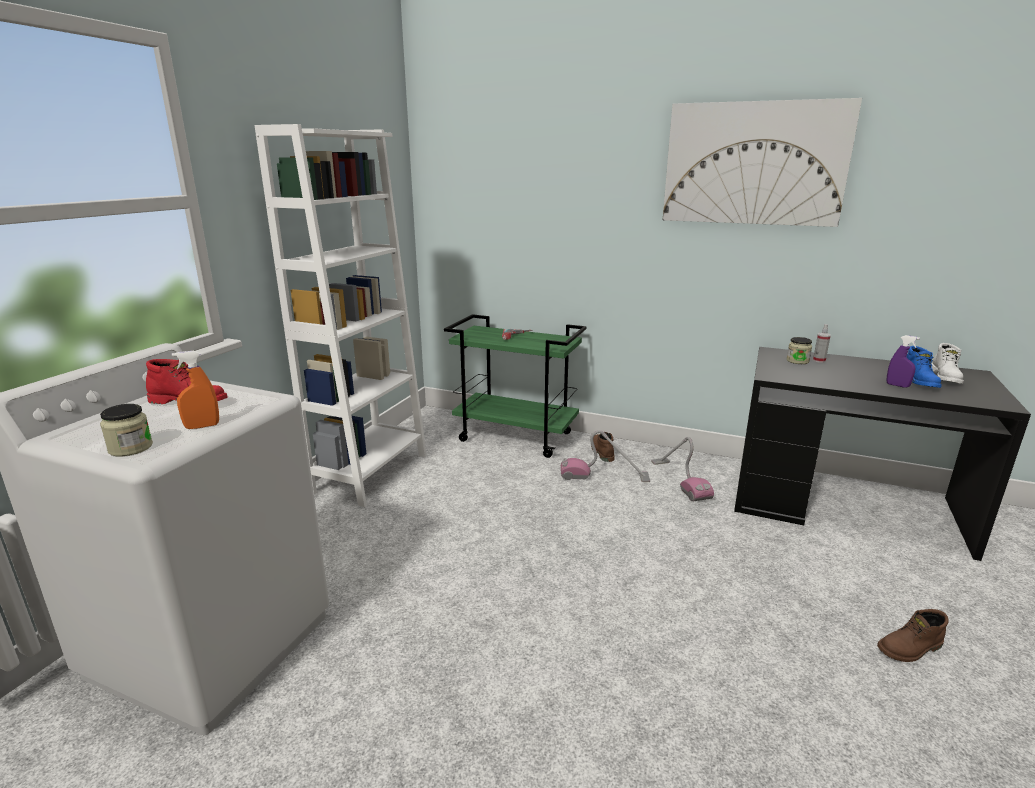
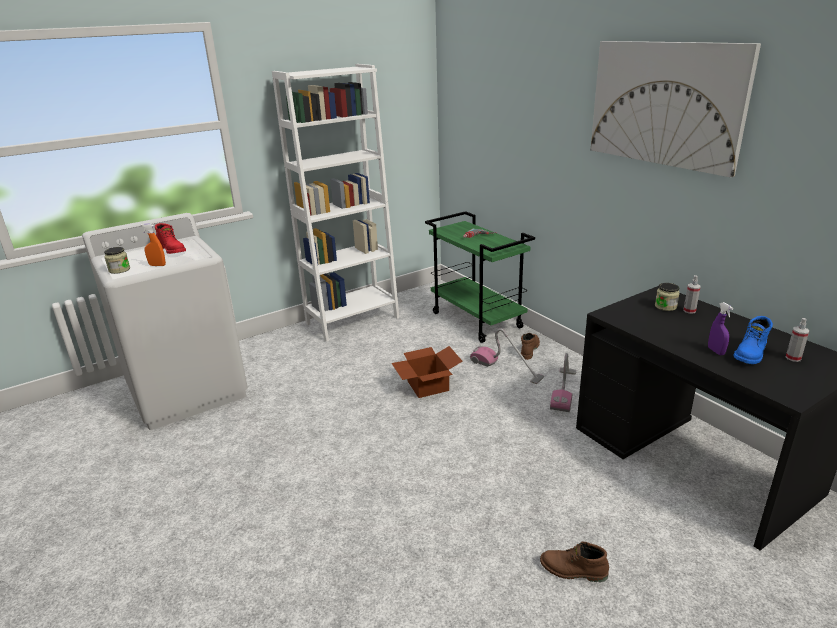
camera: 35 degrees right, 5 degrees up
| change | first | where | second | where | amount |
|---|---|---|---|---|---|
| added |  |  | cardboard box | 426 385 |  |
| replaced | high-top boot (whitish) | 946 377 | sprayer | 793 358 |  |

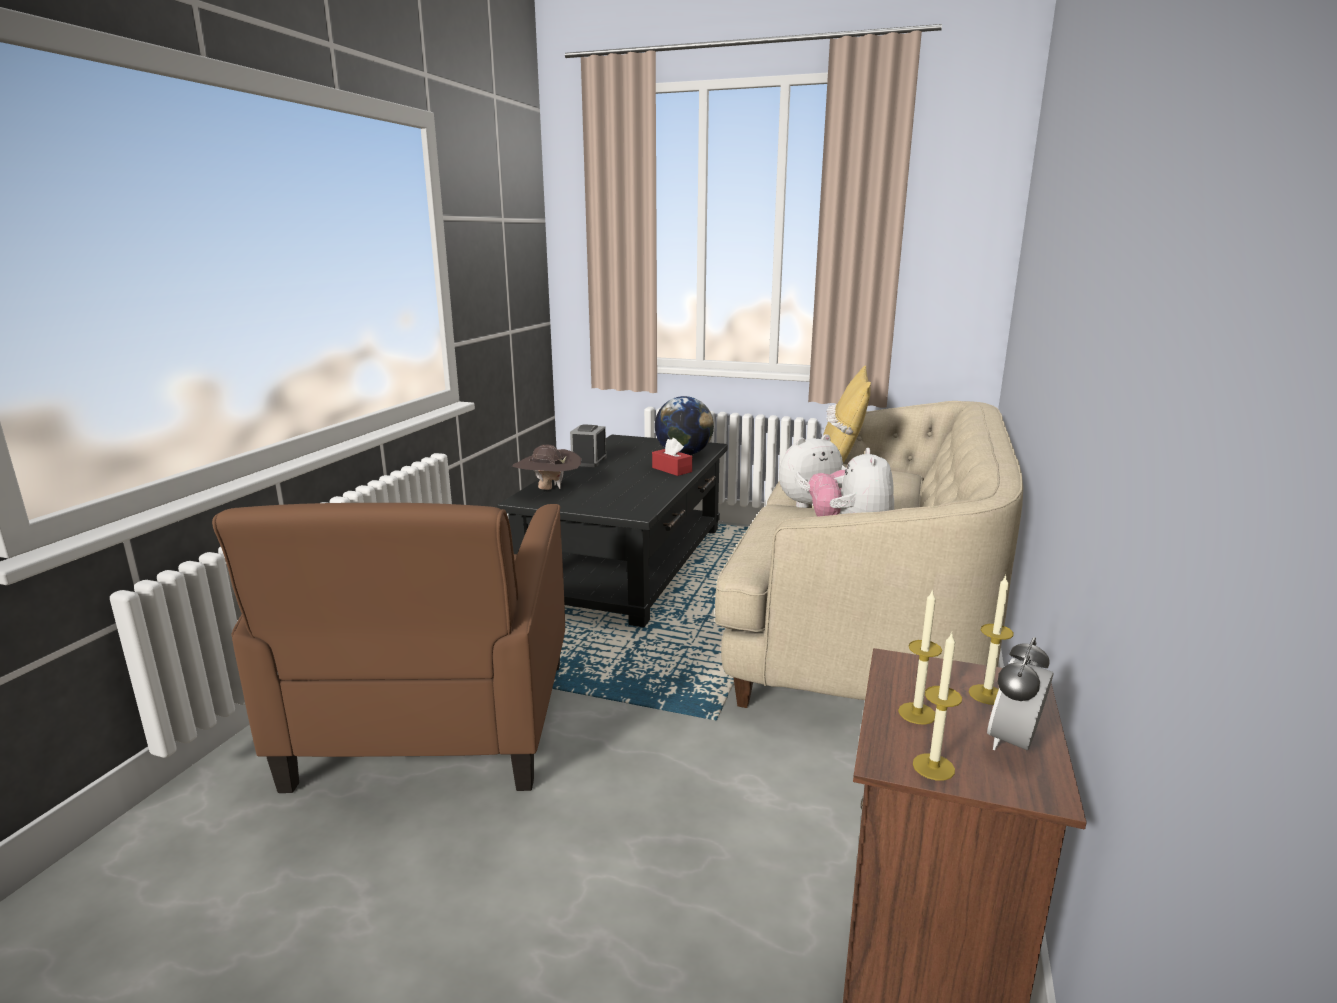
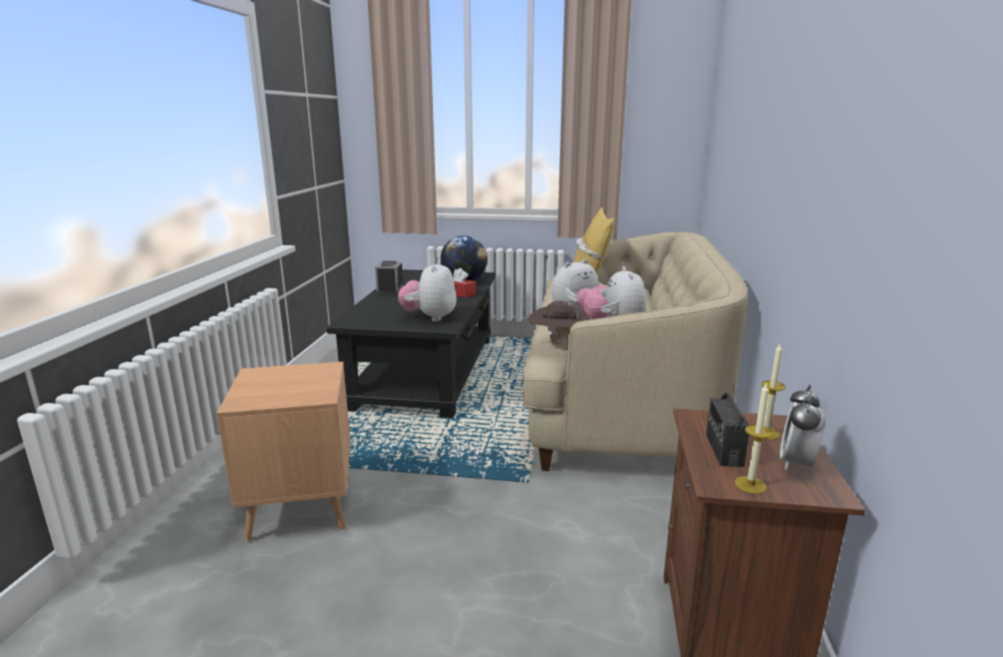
camera: 10 degrees left, 0 degrees up
| change | first | where | second | where | amount |
|---|---|---|---|---|---|
| replaced | lounge chair (brownish) | 435 724 | side table (brownish) | 301 508 |  |
| added |  |  | soft toy | 430 317 |  |
| moved | wearable hat (brownish) | 548 489 |  | 558 344 |  |
| replaced | wax light | 917 713 | radio set | 723 450 |  |

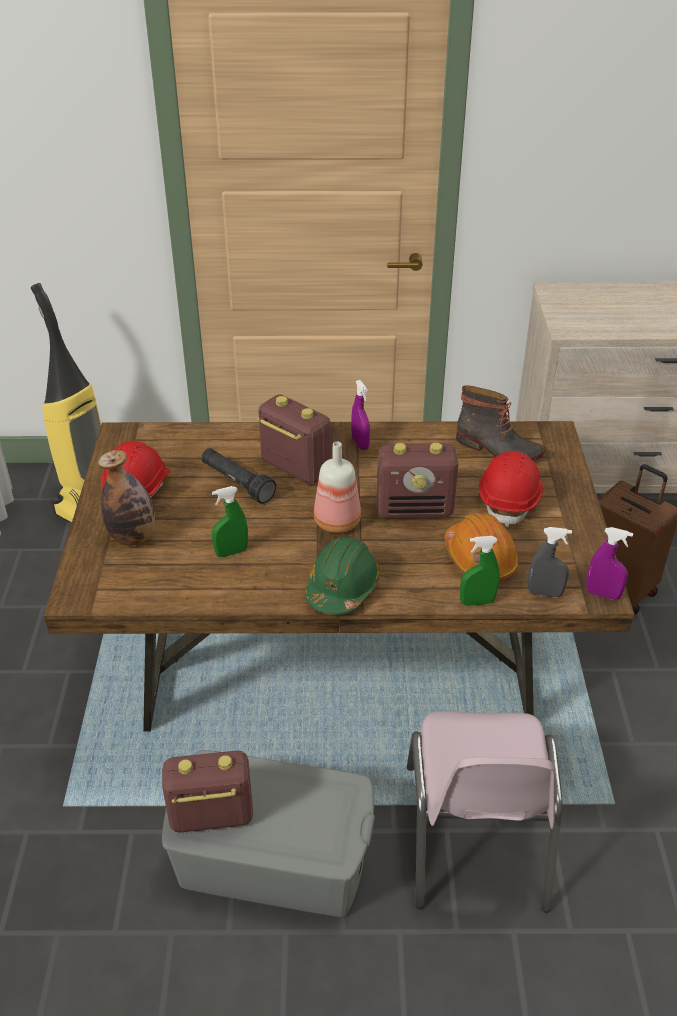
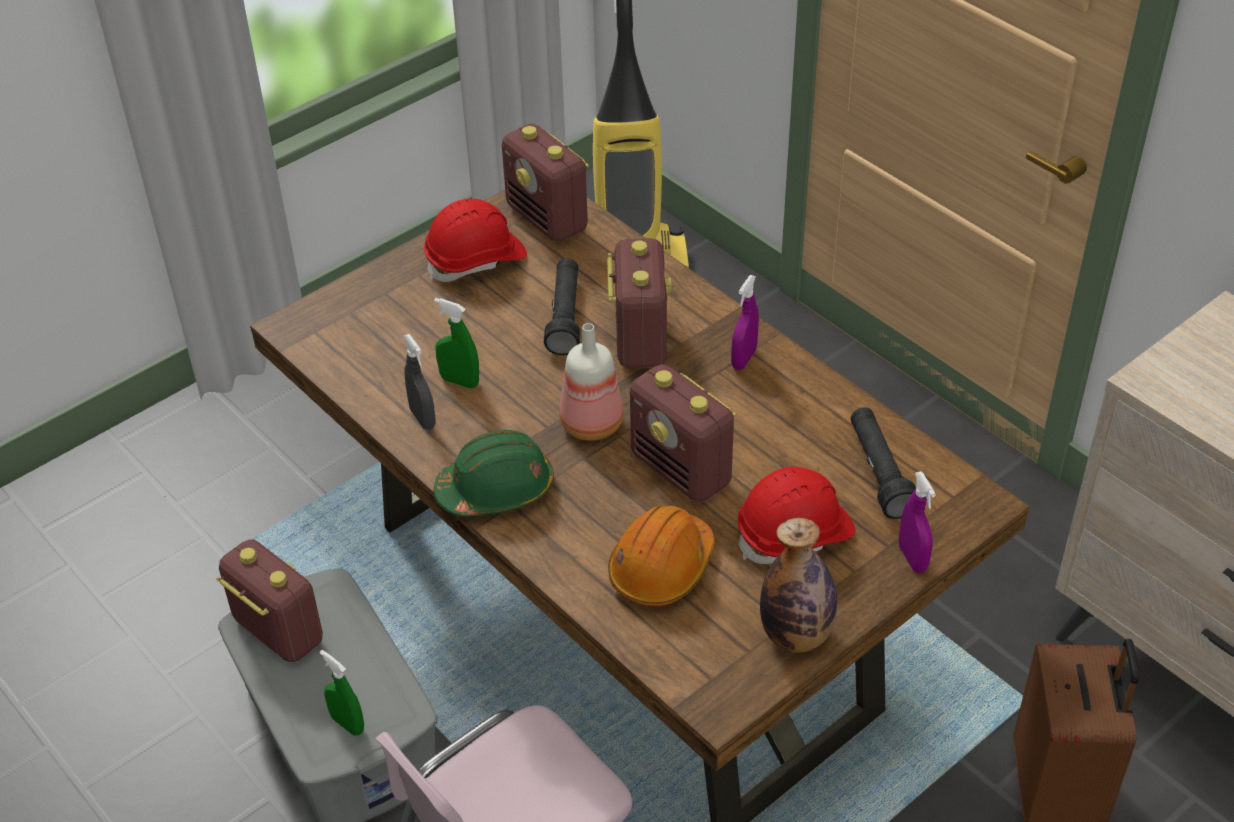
camera: 50 degrees right, 5 degrees up
| change | first | where | second | where | amount |
|---|---|---|---|---|---|
| moved | sprayer (greenish) | 477 602 |  | 347 724 |  |
| moved | sprayer (greyish) | 545 593 |  | 422 418 |  |
| added |  |  | radio set | 548 219 |  |
| moved | drink bottle | 133 537 |  | 796 635 |  |
| replaced | high-top boot | 498 449 | flashlight (black) | 879 472 |  |
| moved | sprayer (purplish) | 603 594 |  | 912 558 |  |

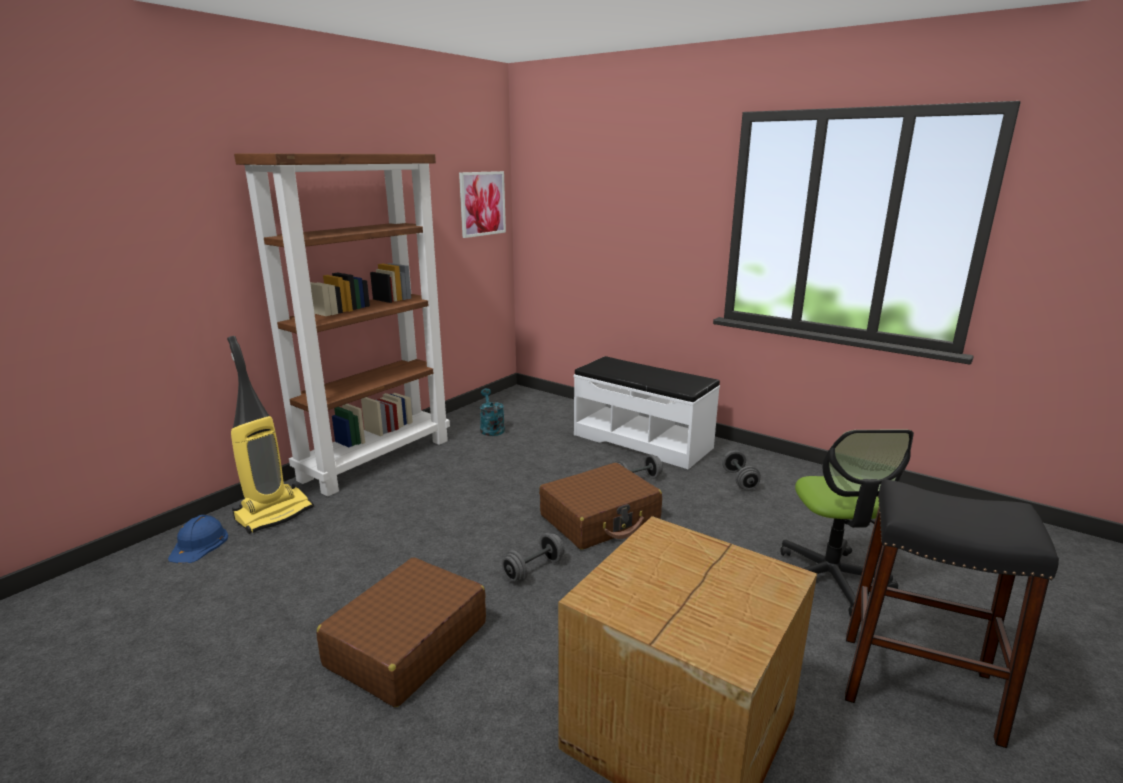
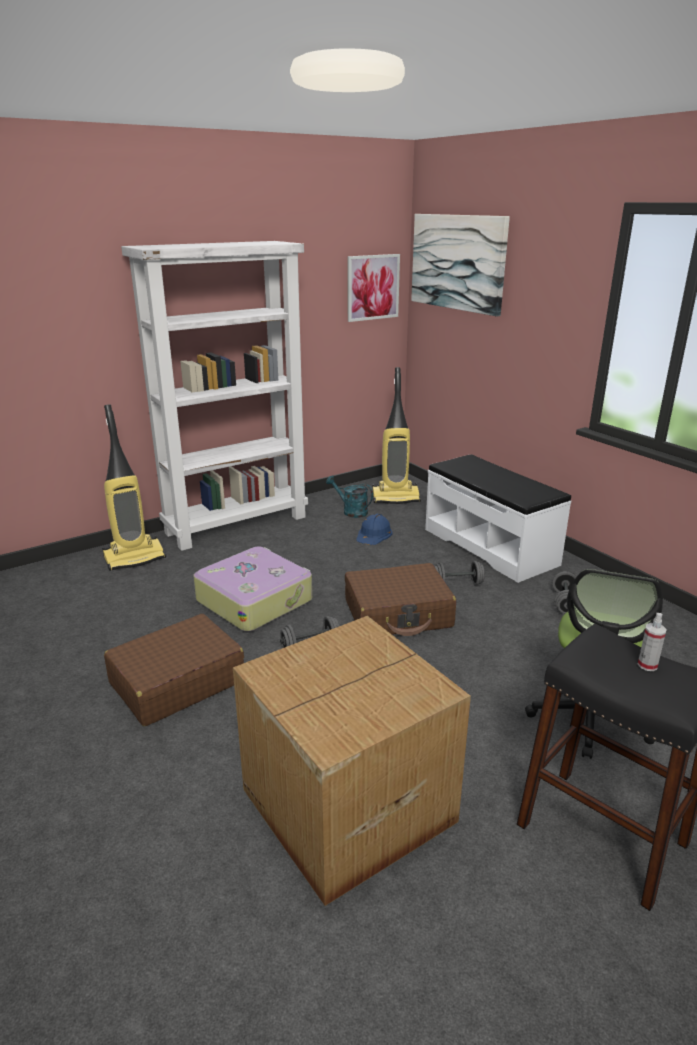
camera: 20 degrees right, 5 degrees up
| change | first | where | second | where | amount |
|---|---|---|---|---|---|
| recoloured | shelving unit (brownish) | 377 459 | shelving unit (whitish) | 237 524 |  |
| added |  |  | piece of luggage | 255 600 |  |
| turned | sprinkling can (turquoise) | 491 428 |  | 351 511 | 60 degrees counterclockwise |
| moved | hard hat (blue-coloured) | 199 544 |  | 374 534 |  |
| added |  |  | vacuum | 396 497 |  |
| added |  |  | wall picture | 457 262 |  |
| added |  |  | sprayer | 647 665 |  |

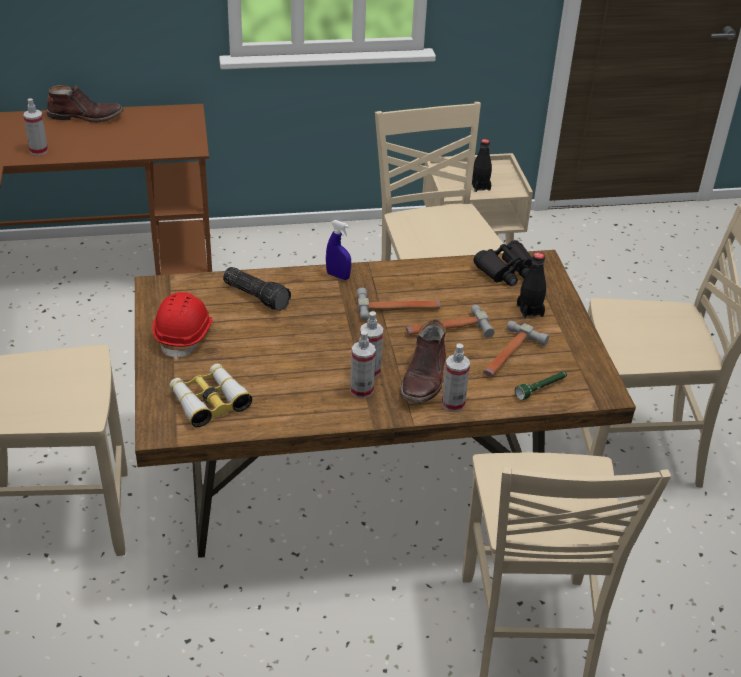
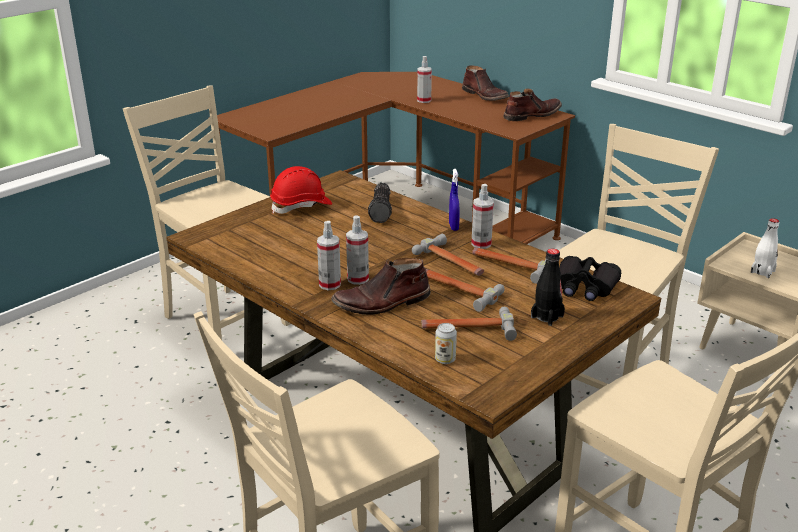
camera: 55 degrees right, 10 degrees down
| change | first | where | second | where | amount |
|---|---|---|---|---|---|
| replaced | flashlight (greenish) | 541 389 | sealed can | 445 359 |  |
| moved | sprayer | 453 404 |  | 481 244 |  |
| added |  |  | hand hammer | 510 265 |  |
| added |  |  | high-top boot (brownish) | 531 115 |  |
| recoloured | drink bottle (black) | 480 186 | drink bottle (whitish) | 762 271 |  |
| removed | pair of binoculars | 209 401 |  |  |  |

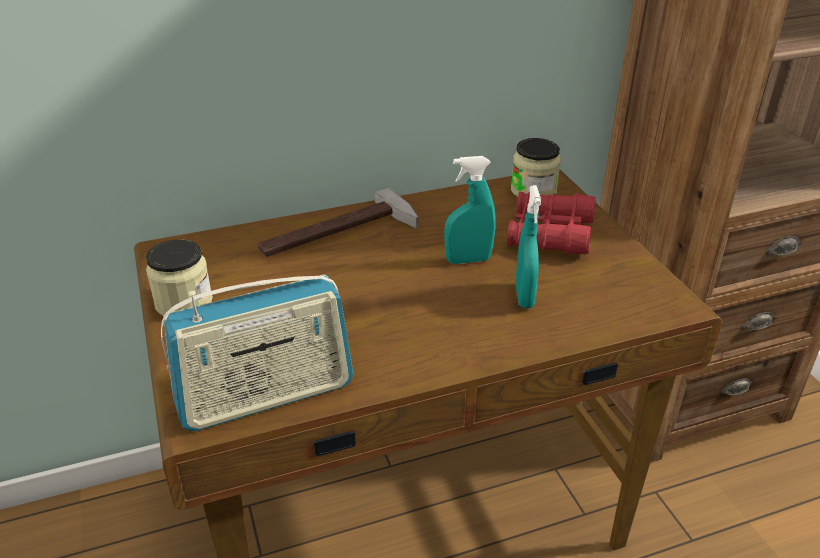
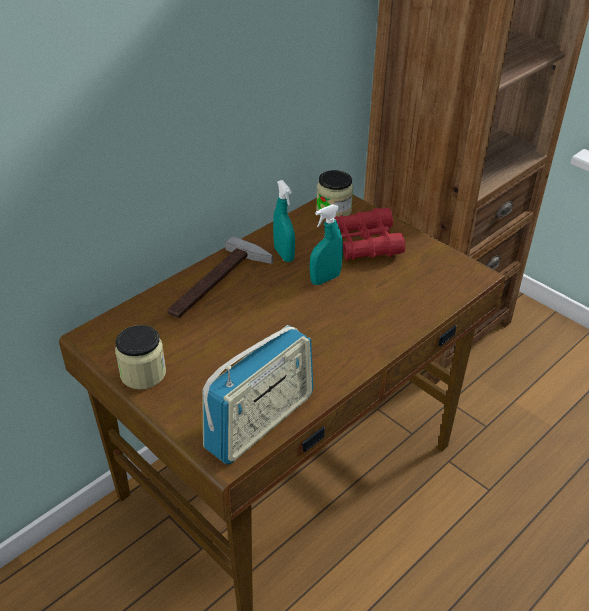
camera: 25 degrees left, 5 degrees up
| change | first | where | second | where | amount |
|---|---|---|---|---|---|
| moved | sprayer (turquoise) | 524 296 |  | 284 254 |  |

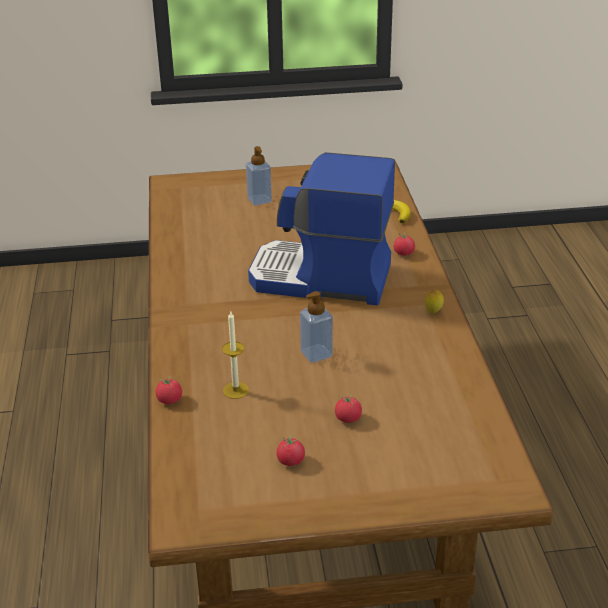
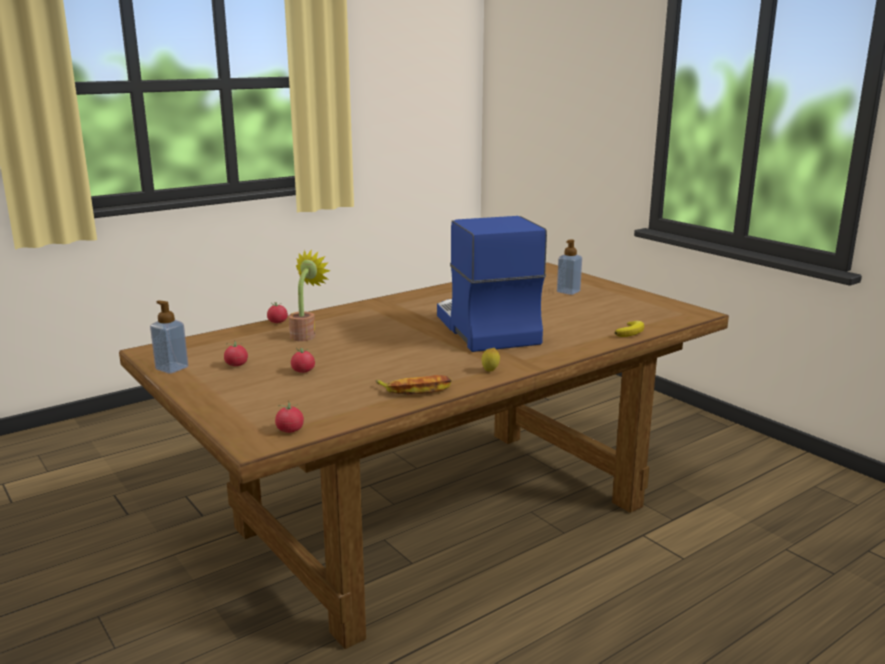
camera: 60 degrees right, 15 degrees down
| change | first | where | second | where | amount |
|---|---|---|---|---|---|
| moved | soap dispenser | 316 354 |  | 172 368 |  |
| moved | tomato | 403 253 |  | 290 430 |  |
| replaced | wax light | 236 390 | potted plant | 306 335 |  |
| added |  |  | whole banana | 415 389 |  |

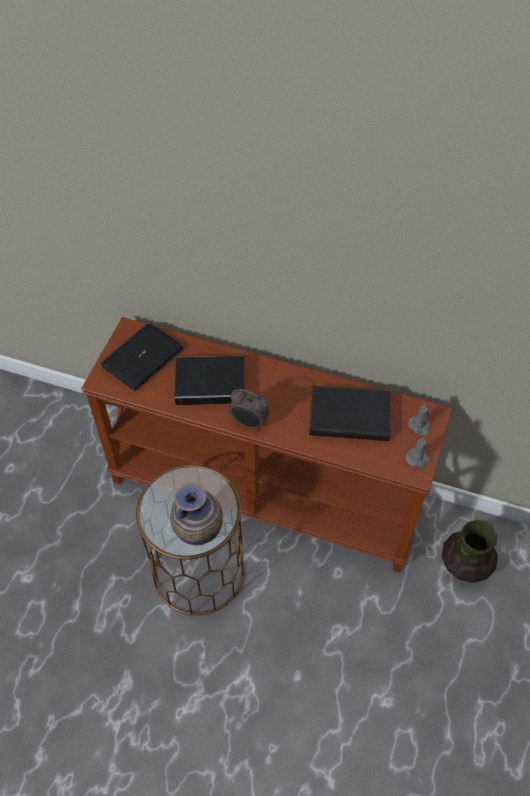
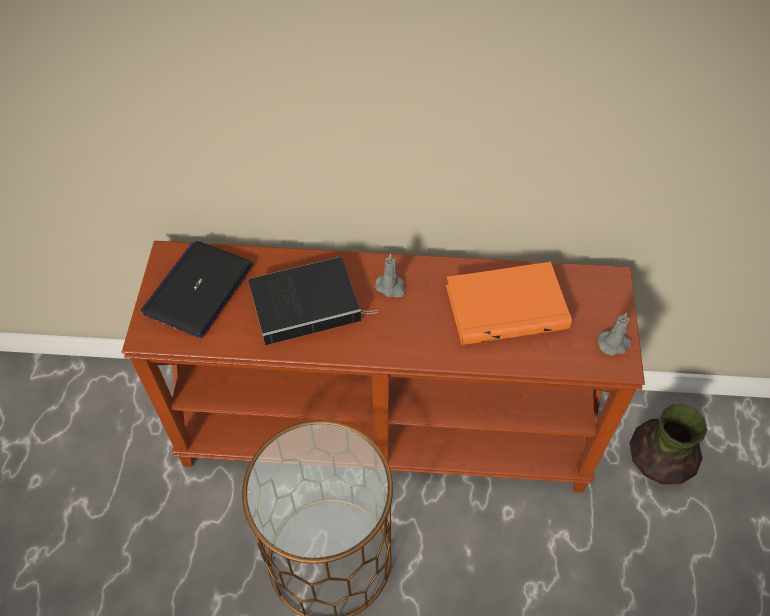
camera: 15 degrees left, 0 degrees up
| change | first | where | second | where | amount |
|---|---|---|---|---|---|
| moved | wax light (greyish) | 419 426 |  | 391 287 |  |
| recoloured | book (black) | 350 415 | book (orangey) | 506 305 |  |
| removed | flower vase | 199 534 |  |  |  |
| removed | table clock | 249 423 |  |  |  |

